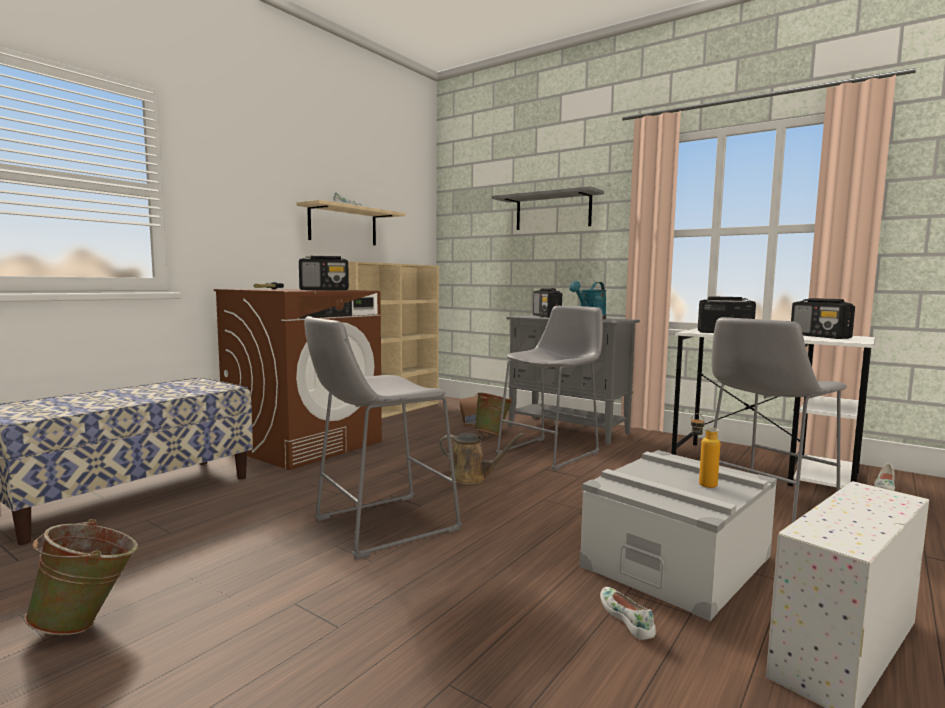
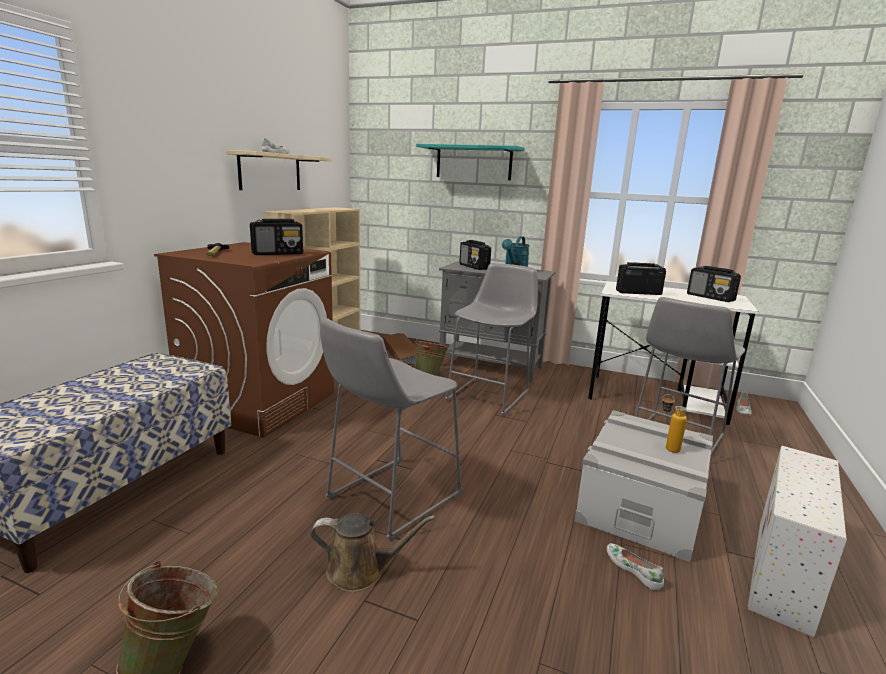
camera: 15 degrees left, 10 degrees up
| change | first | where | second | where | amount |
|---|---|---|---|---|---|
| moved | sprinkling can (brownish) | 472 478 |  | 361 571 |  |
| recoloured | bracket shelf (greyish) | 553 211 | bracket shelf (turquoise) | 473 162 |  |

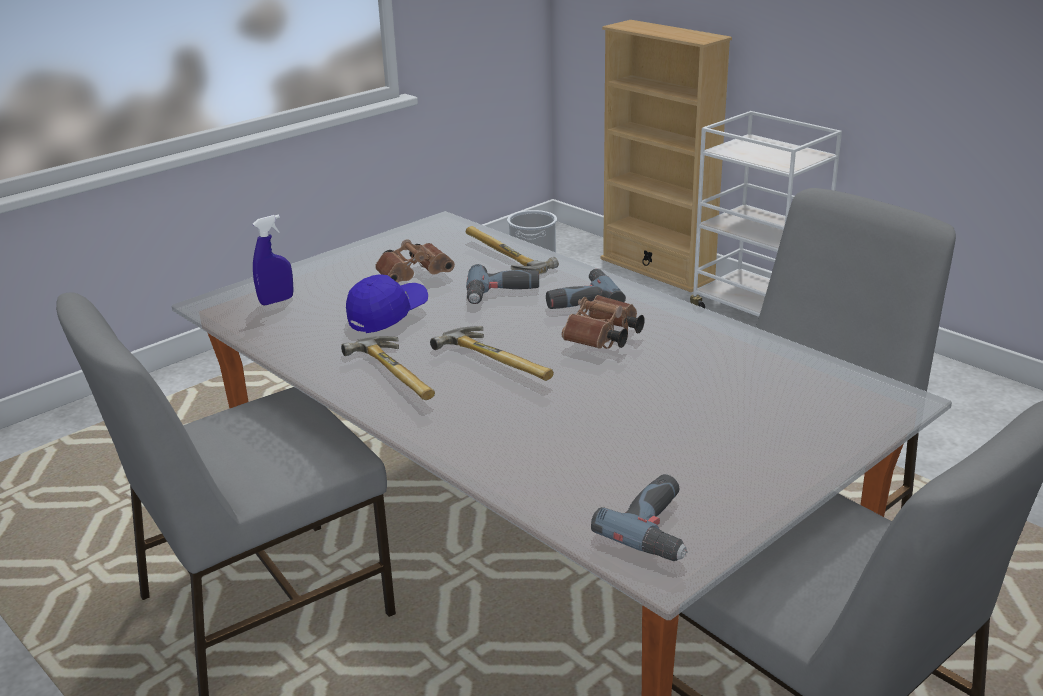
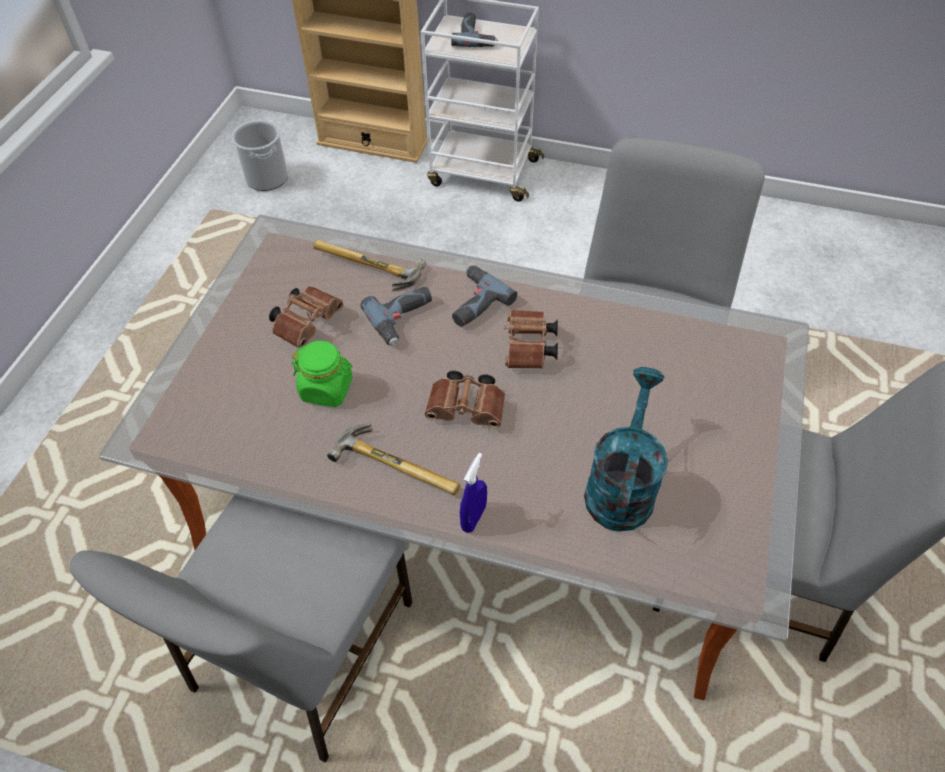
camera: 30 degrees left, 25 degrees up
| change | first | where | second | where | amount |
|---|---|---|---|---|---|
| replaced | baseball cap (blue-coloured) | 388 315 | preserve jar (greenish) | 327 389 |  |
| replaced | hand hammer | 500 359 | pair of binoculars (brownish) | 468 409 |  |
| moved | power drill | 659 527 |  | 476 36 |  |
| moved | sprayer (blue-coloured) | 276 301 |  | 473 518 |  |
| added |  |  | sprinkling can (turquoise) | 621 484 |  |

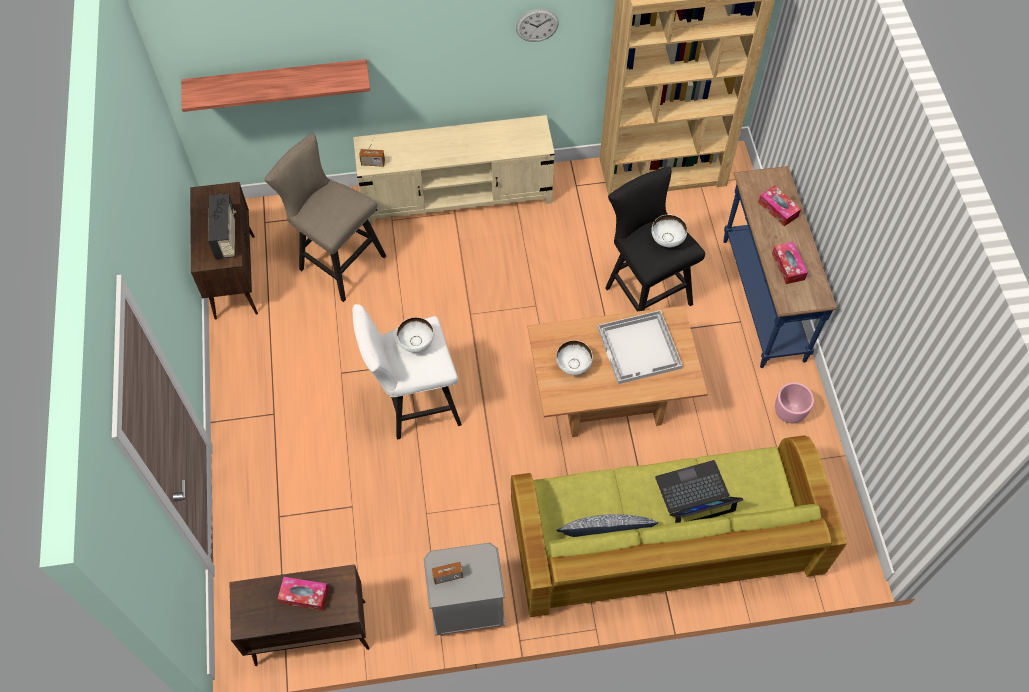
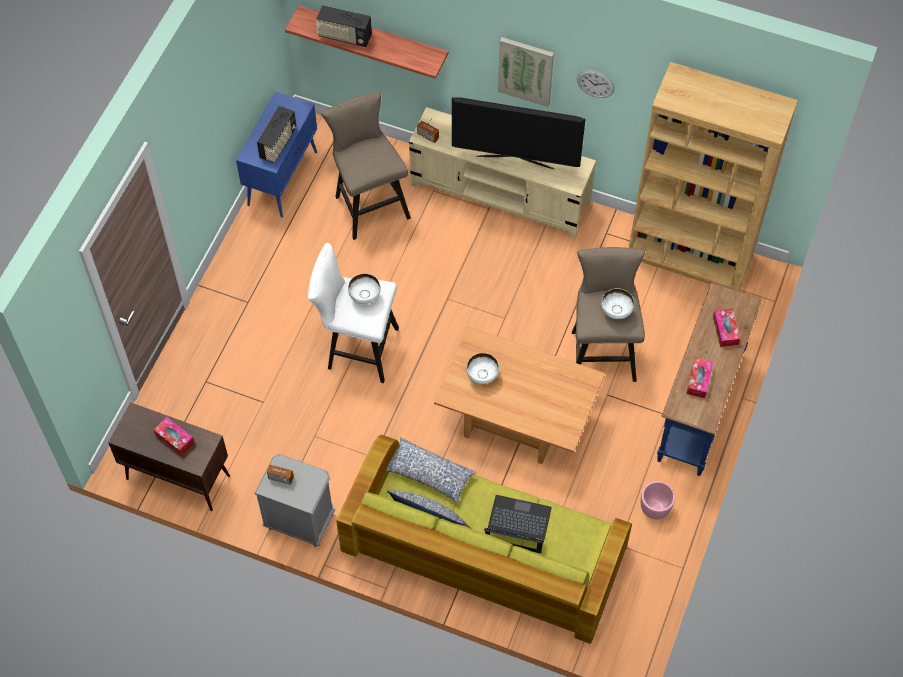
camera: 30 degrees right, 0 degrees up
| change | first | where | second | where | amount |
|---|---|---|---|---|---|
| recoloured | storage cabinet (brownish) | 234 276 | storage cabinet (blue-coloured) | 283 178 |  |
| added |  |  | radio set | 344 36 |  |
| added |  |  | pillow | 429 474 |  |
| added |  |  | television | 515 161 |  |
| added |  |  | wall picture | 526 70 |  |
| recoloured | sitting stool (black) | 644 293 | sitting stool (sand-coloured) | 601 351 |  |
| removed | serving tray (whitish) | 640 348 |  |  |  |

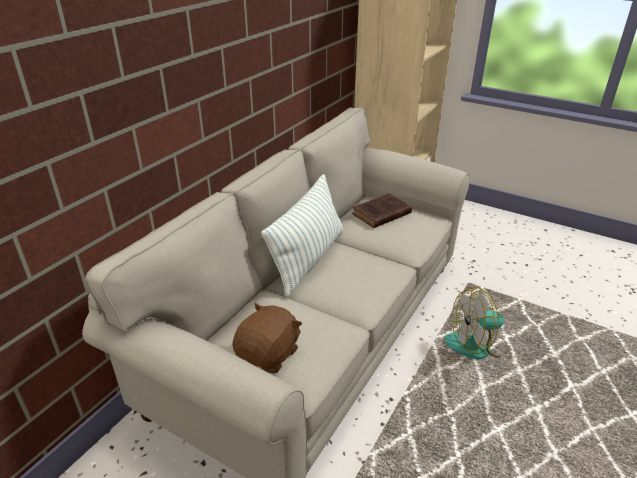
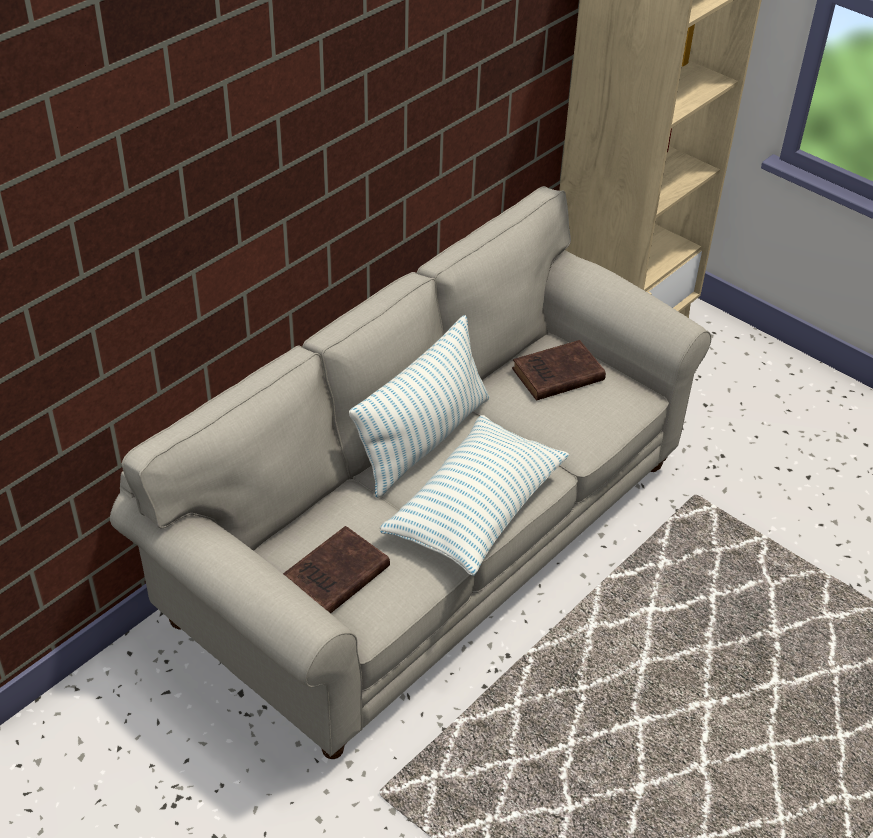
camera: 10 degrees right, 10 degrees up
| change | first | where | second | where | amount |
|---|---|---|---|---|---|
| replaced | soft toy (brownish) | 269 354 | book (brownish) | 334 577 |  |
| added |  |  | pillow | 475 510 |  |
| removed | cooling fan | 477 345 |  |  |  |

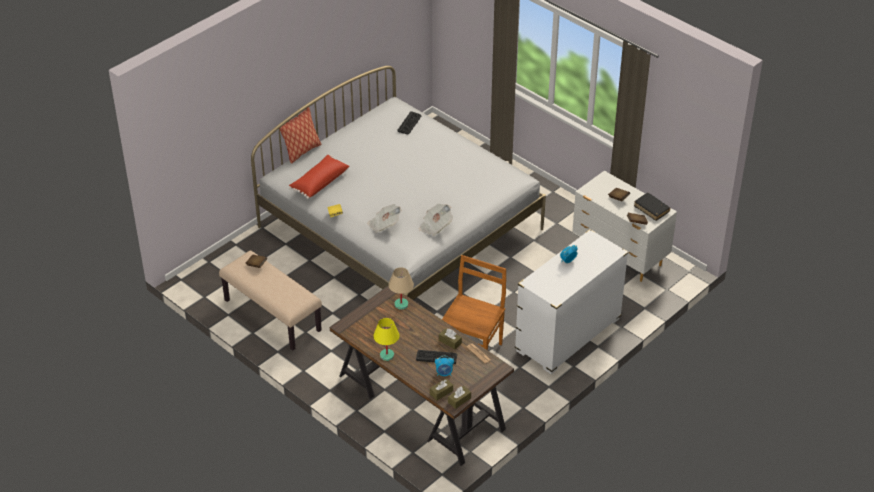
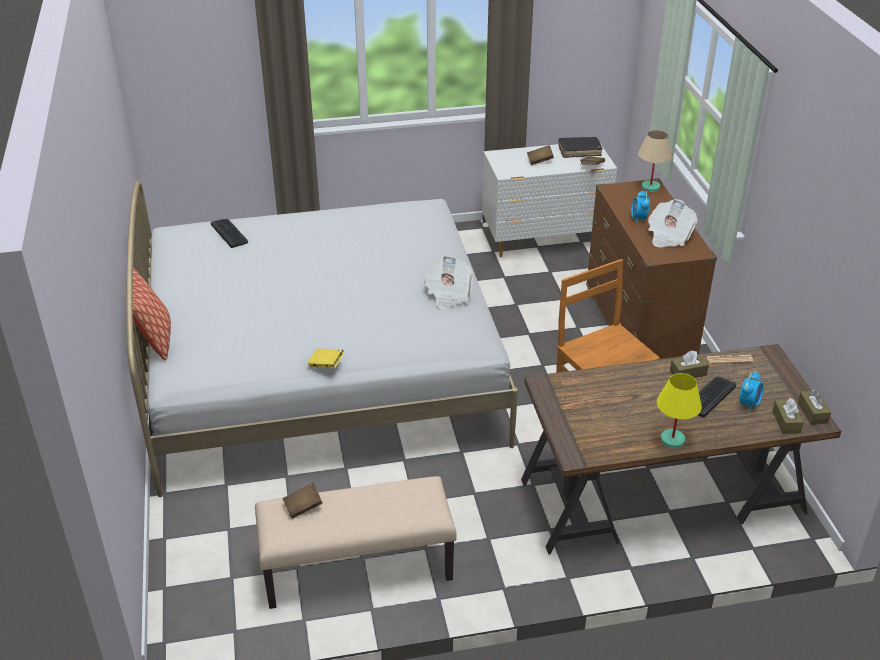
camera: 55 degrees left, 5 degrees down
| change | first | where | second | where | amount |
|---|---|---|---|---|---|
| recoloured | chest of drawers (whitish) | 568 335 | chest of drawers (brownish) | 638 328 |  |
| moved | table lamp (sand-coloured) | 401 304 |  | 650 187 |  |
| moved | daily paper | 384 225 |  | 669 236 |  |
| removed | pillow (red-coloured) | 319 182 |  |  |  |

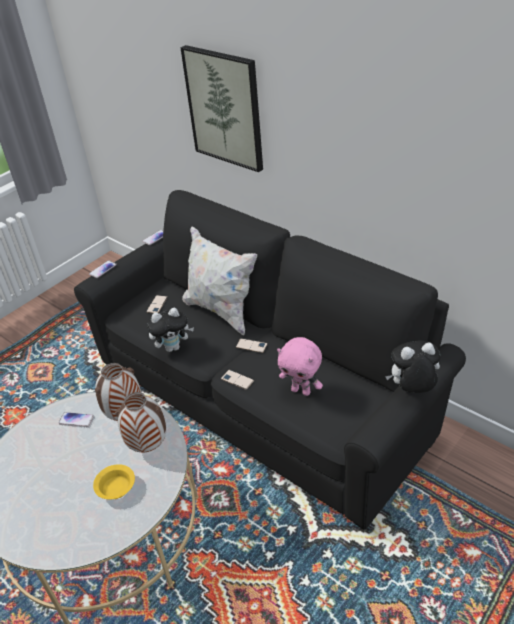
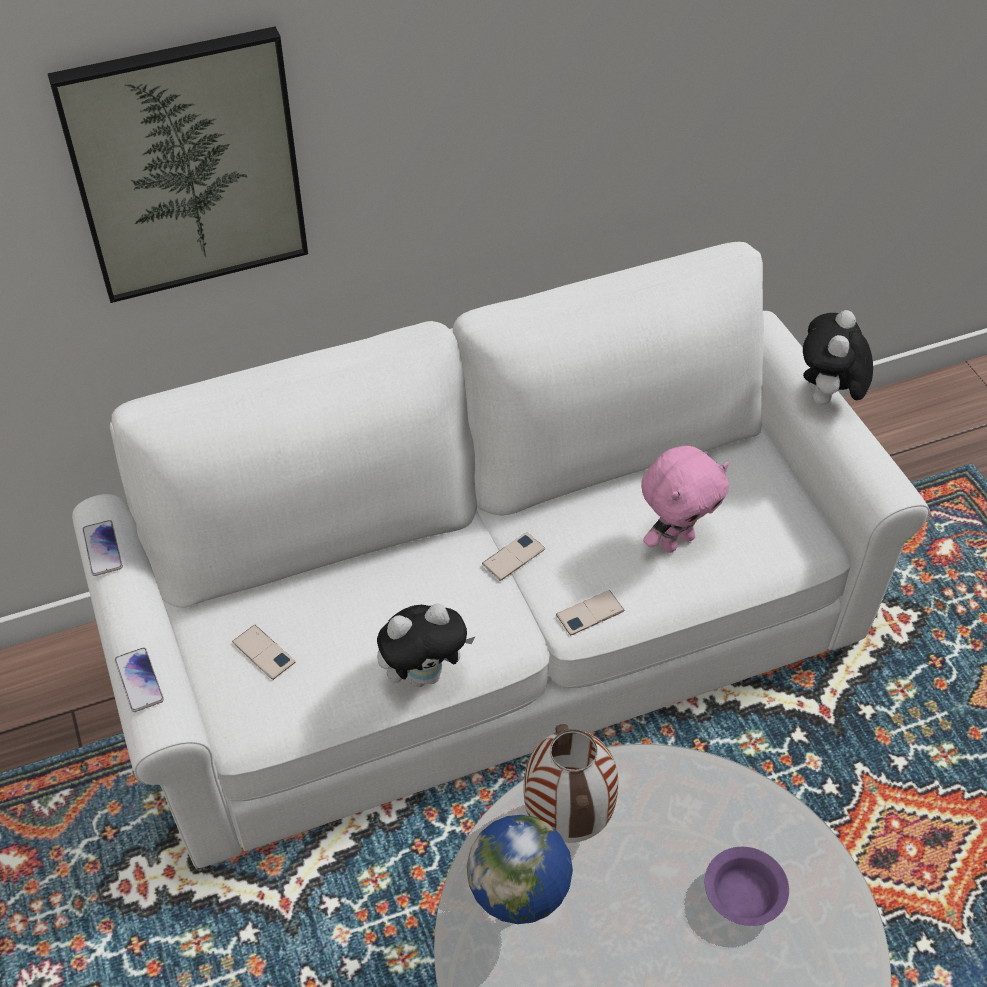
camera: 65 degrees left, 10 degrees up
| change | first | where | second | where | amount |
|---|---|---|---|---|---|
| recoloured | settee (black) | 265 397 | settee (whitish) | 494 640 |  |
| turned | soft toy | 173 347 |  | 424 674 | 60 degrees clockwise |
| replaced | telephone | 76 420 | world globe | 520 912 |  |
| recoloured | serving bowl (yellow-coloured) | 116 489 | serving bowl (purplish) | 745 896 |  |
| removed | flower vase | 149 446 |  |  |  |
| removed | pillow (whitish) | 221 311 |  |  |  |

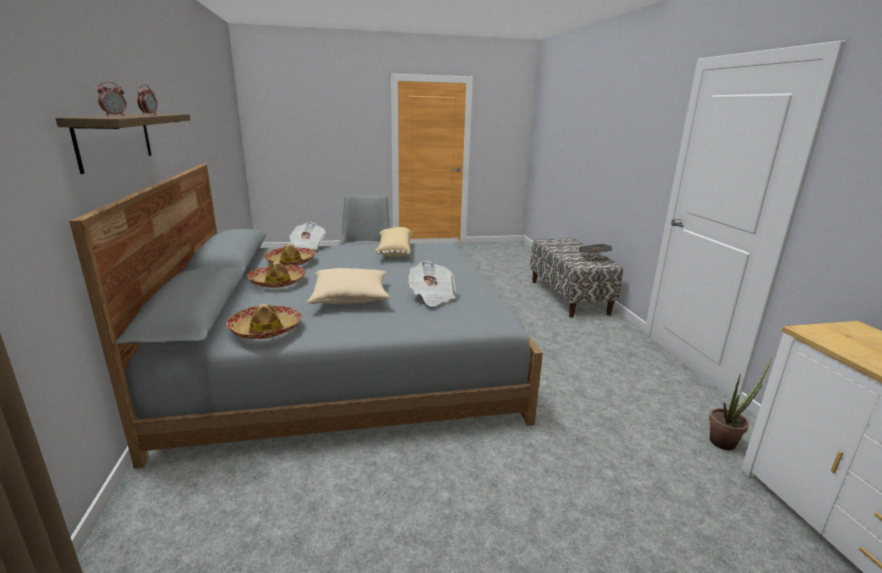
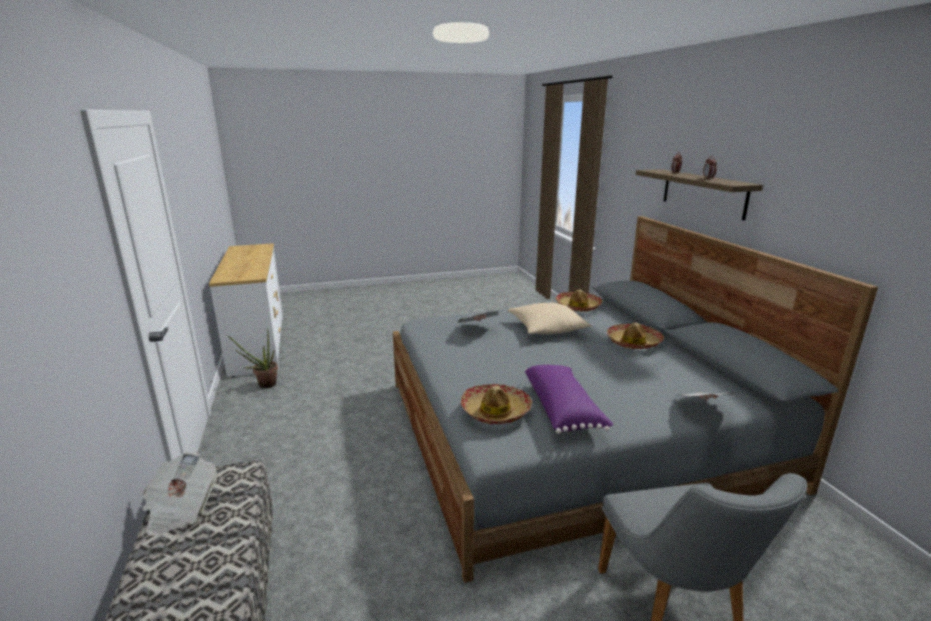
camera: 175 degrees right, 0 degrees up
| change | first | where | second | where | amount |
|---|---|---|---|---|---|
| moved | wearable hat | 291 262 |  | 495 411 |  |
| recoloured | pillow (sand-coloured) | 394 251 | pillow (purplish) | 563 409 |  |

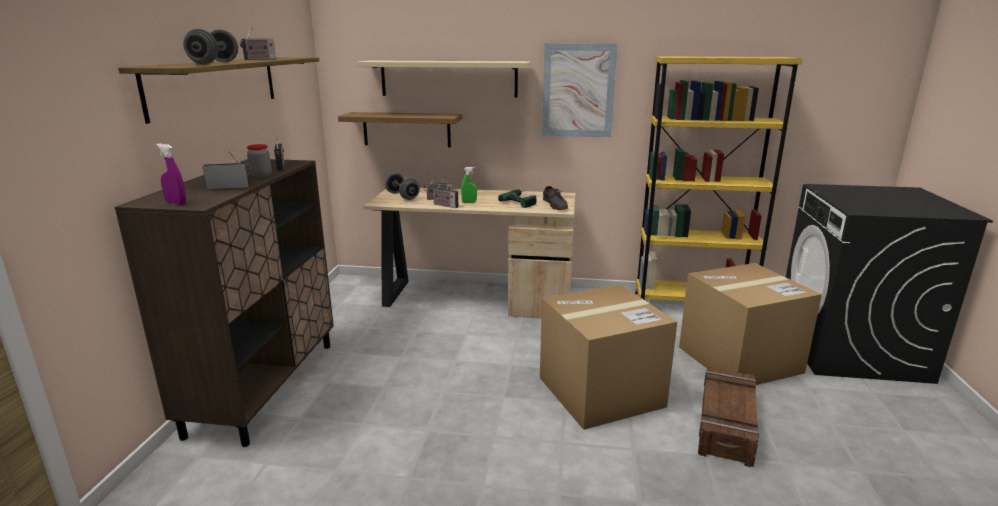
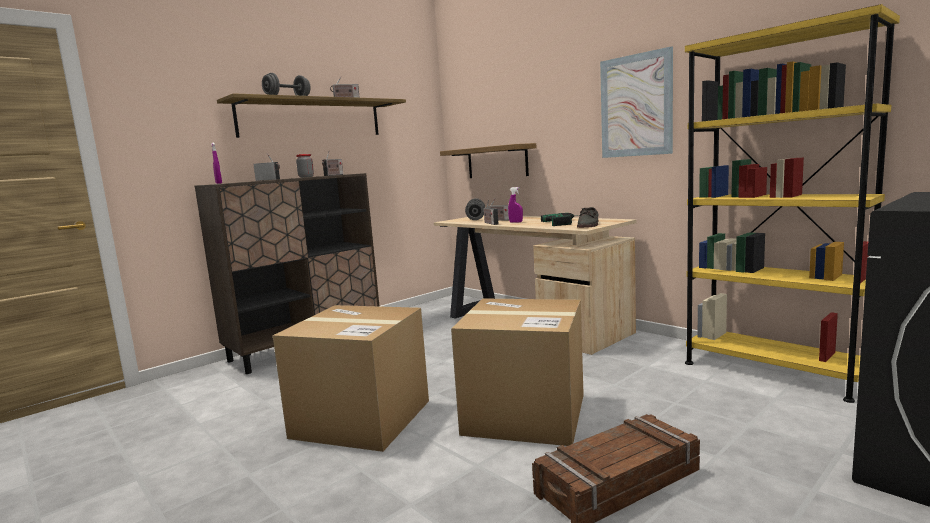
camera: 40 degrees right, 10 degrees down
| change | first | where | second | where | amount |
|---|---|---|---|---|---|
| moved | cardboard box | 739 359 |  | 361 419 |  |
| recoloured | sprayer (greenish) | 469 202 | sprayer (purplish) | 516 222 |  |
| removed | bracket shelf (sand-coloured) | 448 78 |  |  |  |

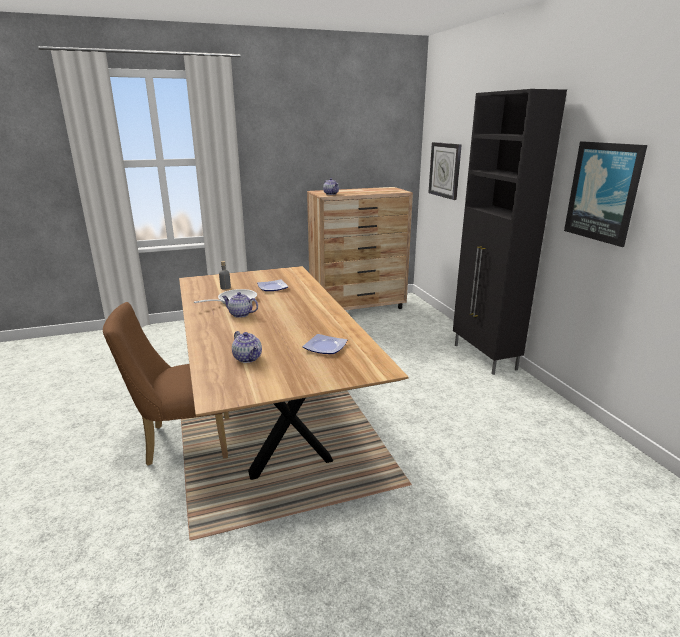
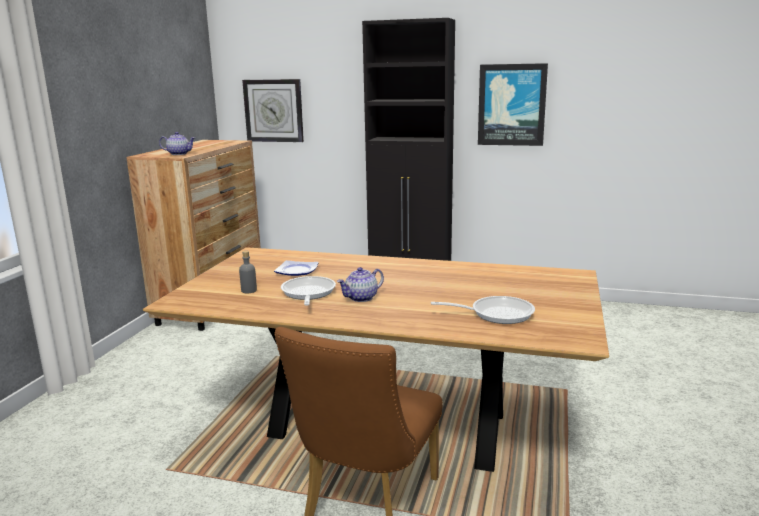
camera: 55 degrees left, 5 degrees down
| change | first | where | second | where | amount |
|---|---|---|---|---|---|
| replaced | teapot | 248 358 | skillet | 496 314 |  |
| removed | flat dish | 325 346 |  |  |  |

